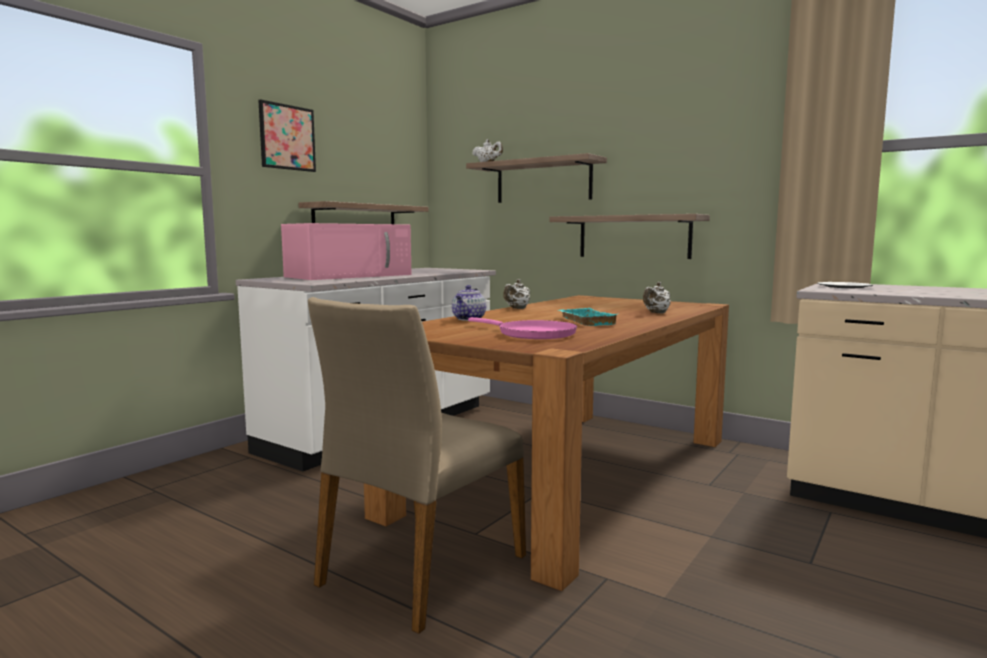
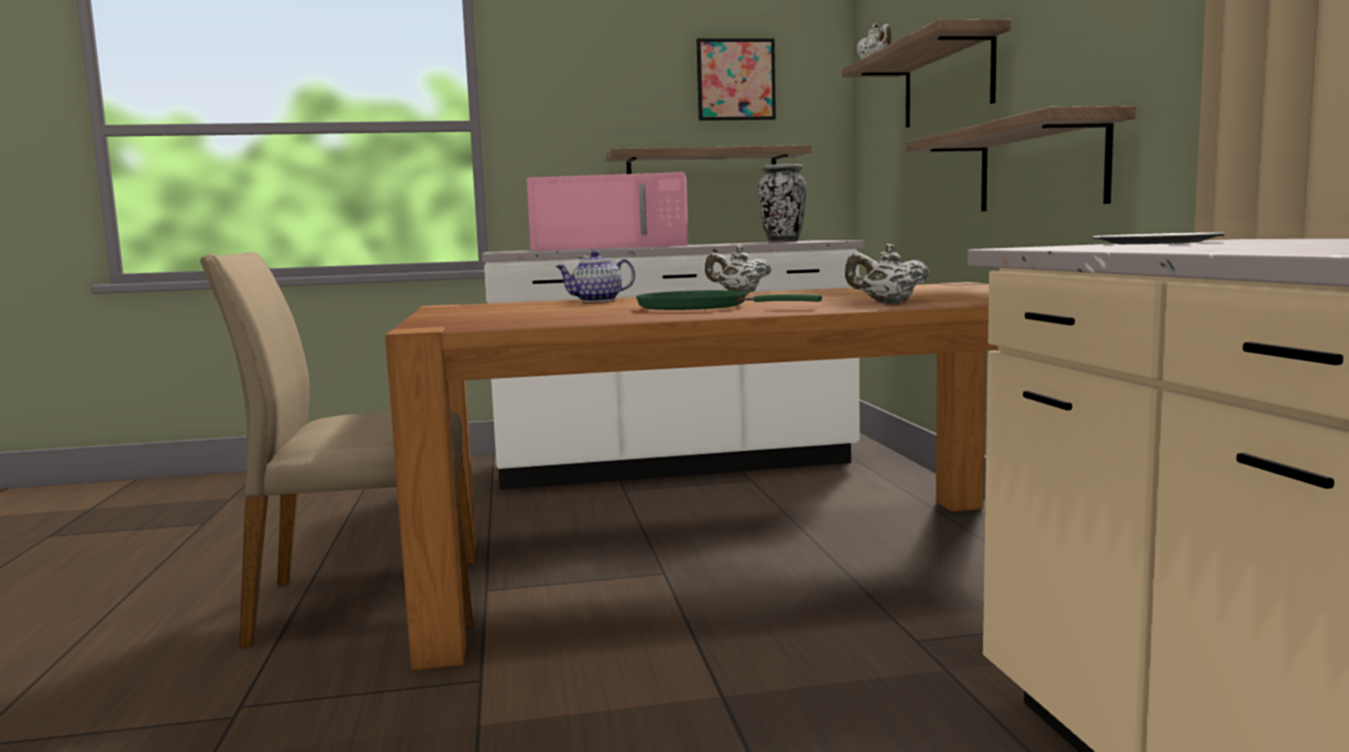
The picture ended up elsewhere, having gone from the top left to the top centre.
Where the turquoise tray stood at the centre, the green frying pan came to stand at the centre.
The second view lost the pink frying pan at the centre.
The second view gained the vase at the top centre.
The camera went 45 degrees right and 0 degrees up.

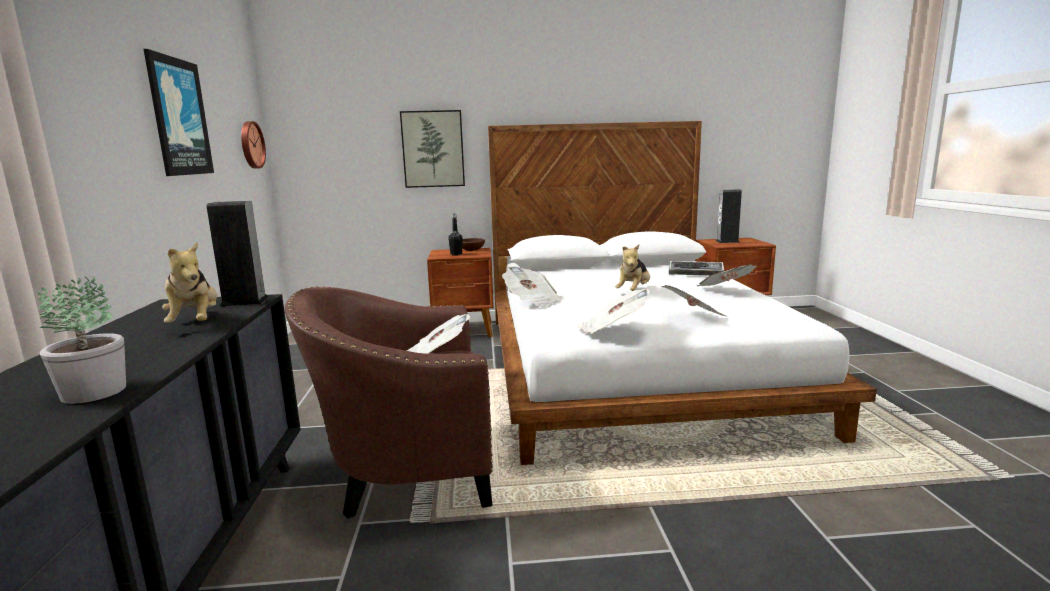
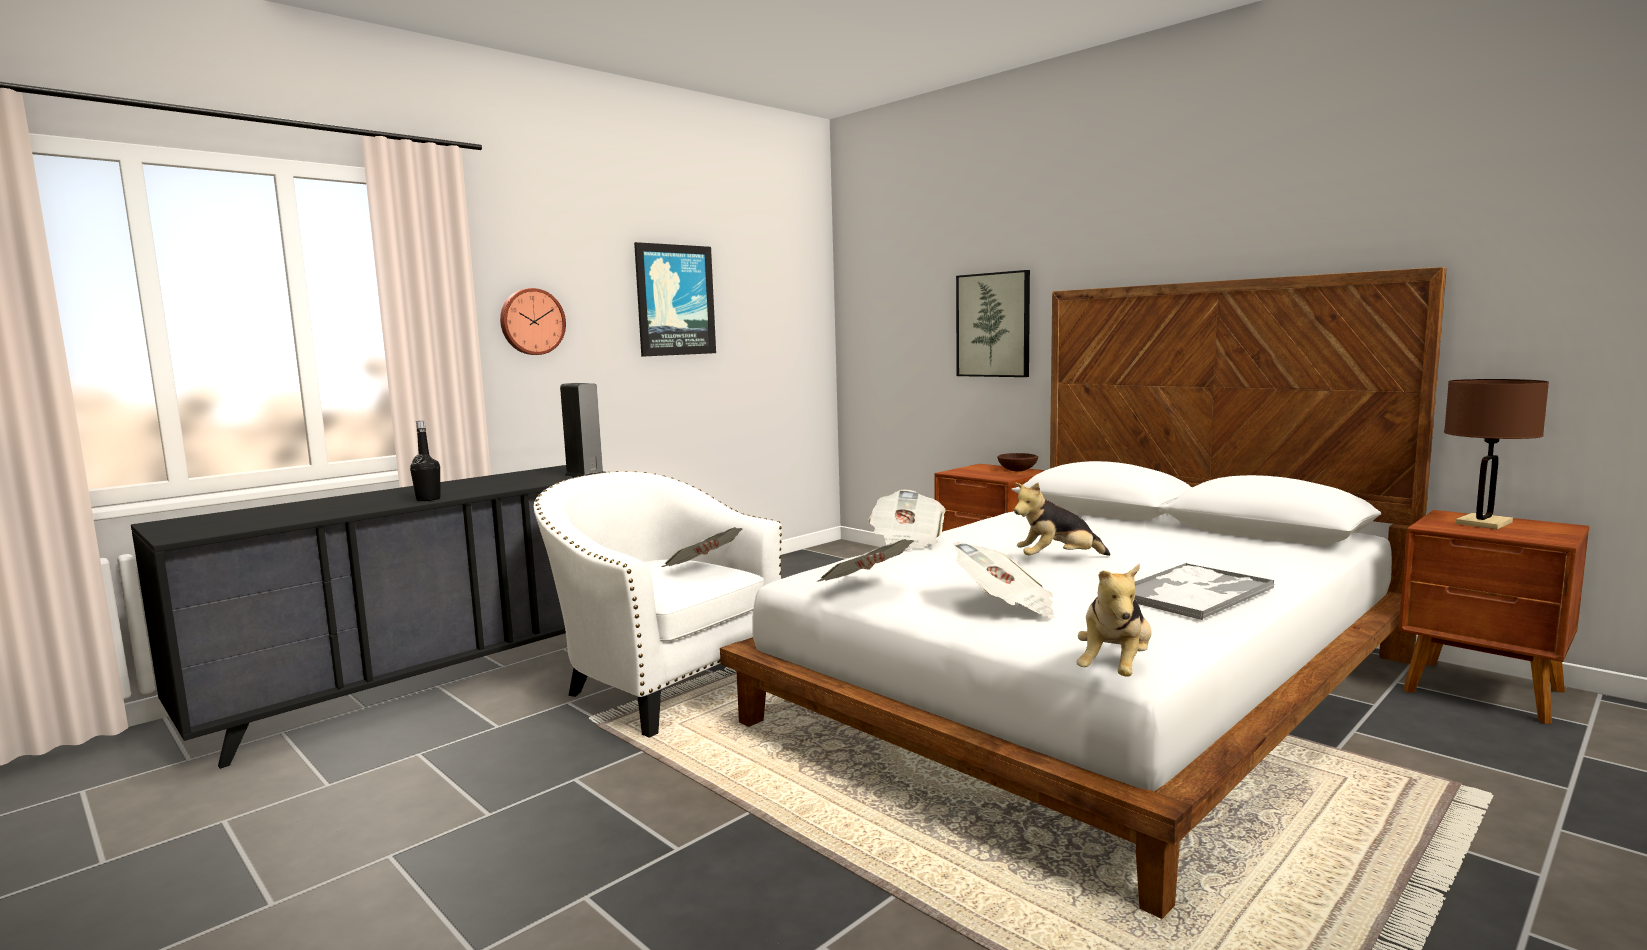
The wall clock ended up elsewhere, having gone from the top left to the middle left.
Where the speaker (2nd from left) stood at the middle right, the brown table lamp came to stand at the middle right.
The black bottle ended up elsewhere, having gone from the centre to the middle left.
The plush toy (1st from left in the first image) ended up elsewhere, having gone from the middle left to the middle right.
The second view lost the keyboard at the centre.
Where the newspaper (5th from left) stood at the middle right, the tray came to stand at the middle right.
The second view lost the potted plant at the middle left.
What was the brown armchair at the bottom centre turned into the white armchair at the centre.
The camera went 50 degrees right and 5 degrees down.

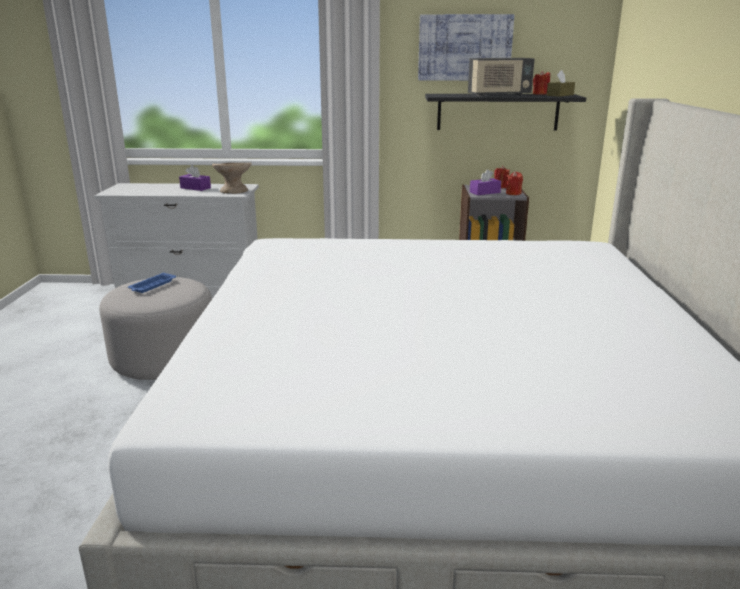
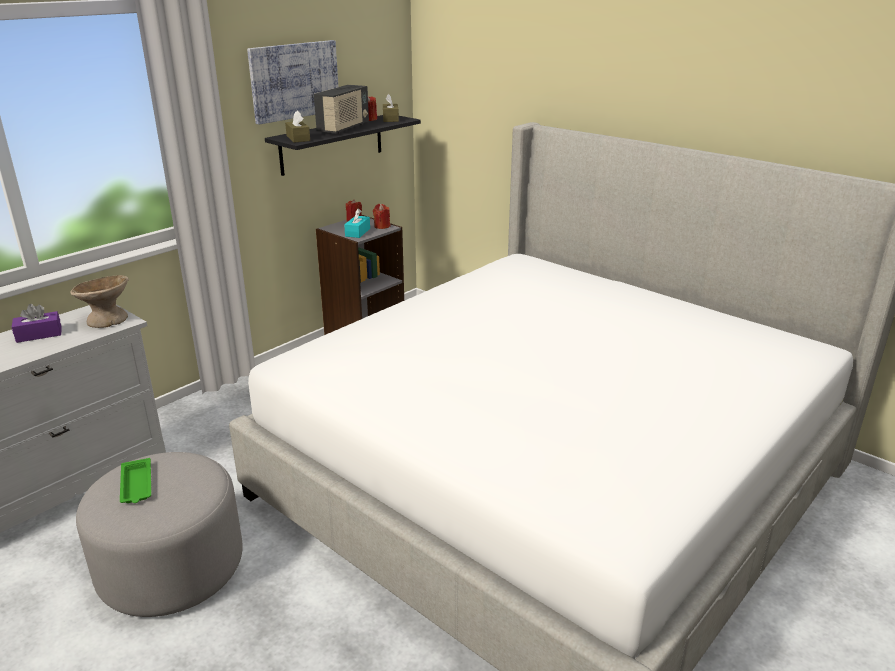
What was the purple tissue box (2nd from left) at the top centre turned into the turquoise tissue box at the top centre.
What was the blue tray at the middle left turned into the green tray at the bottom left.
The second view gained the brown tissue box (1st from left) at the top left.
The camera went 50 degrees left and 5 degrees up.

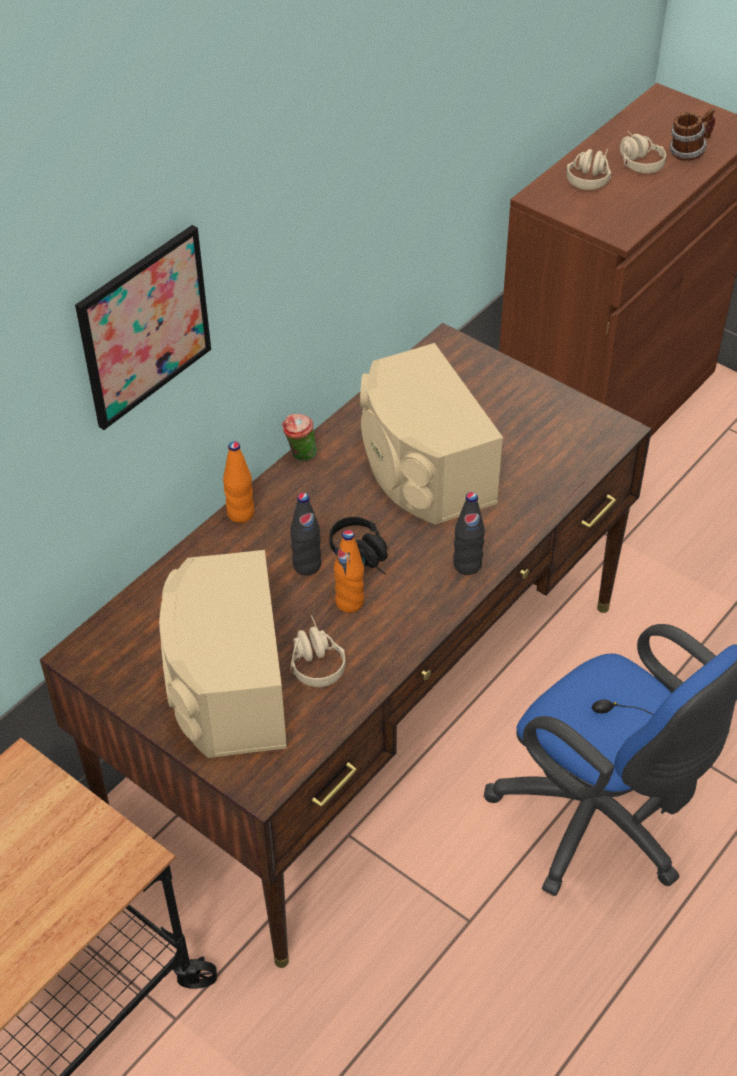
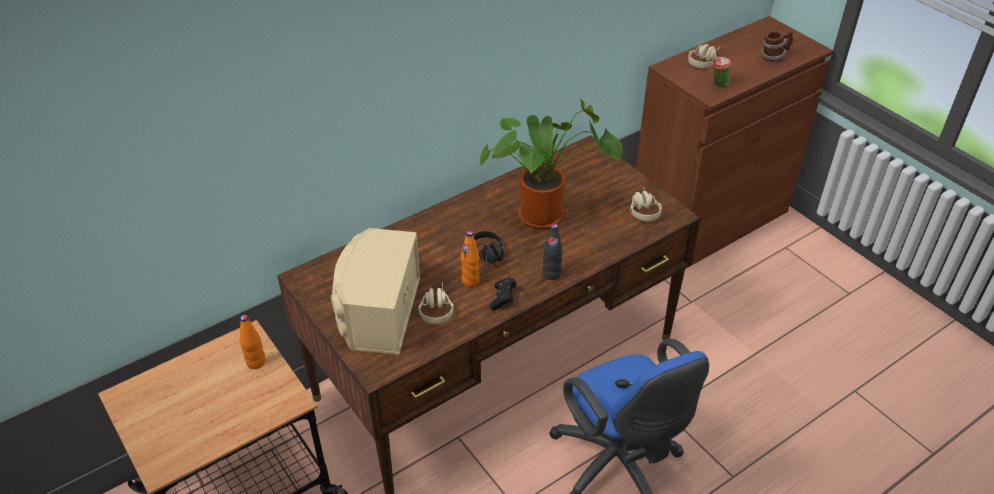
The beige headphones (3rd from left in the first image) ended up elsewhere, having gone from the top right to the centre.
The second view lost the picture at the top left.
Where the beige speaker (2nd from left) stood at the centre, the potted plant came to stand at the top centre.
The cup ended up elsewhere, having gone from the centre to the top right.
The orange bottle (1st from left) ended up elsewhere, having gone from the middle left to the bottom left.
The second view lost the black bottle (1st from left) at the centre.
The second view gained the black game controller at the centre.
The camera went 15 degrees right and 5 degrees down.

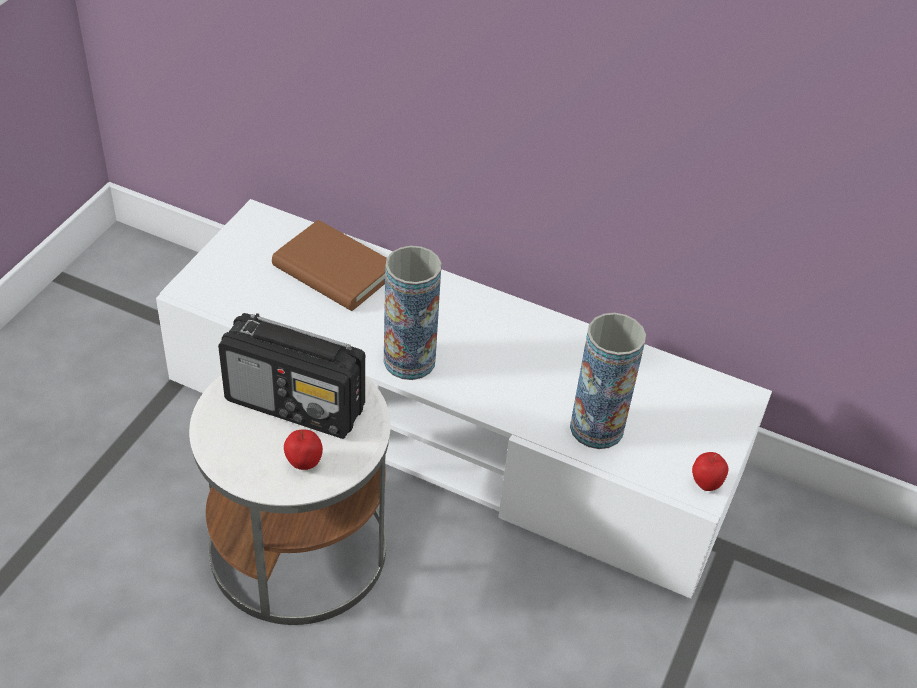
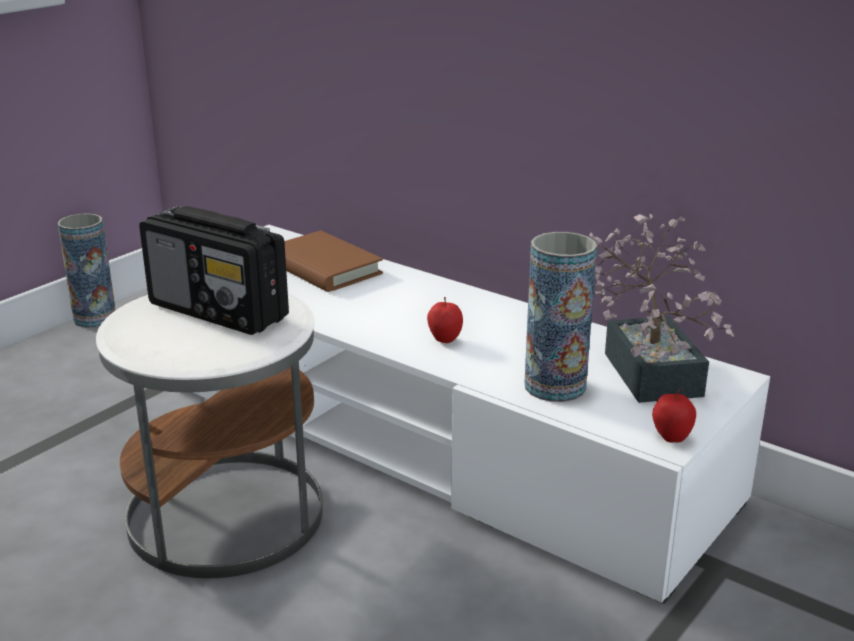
The vase (1st from left) ended up elsewhere, having gone from the centre to the middle left.
The apple (1st from left) ended up elsewhere, having gone from the middle left to the centre.
The second view gained the potted plant at the middle right.
The camera went 15 degrees right and 20 degrees down.

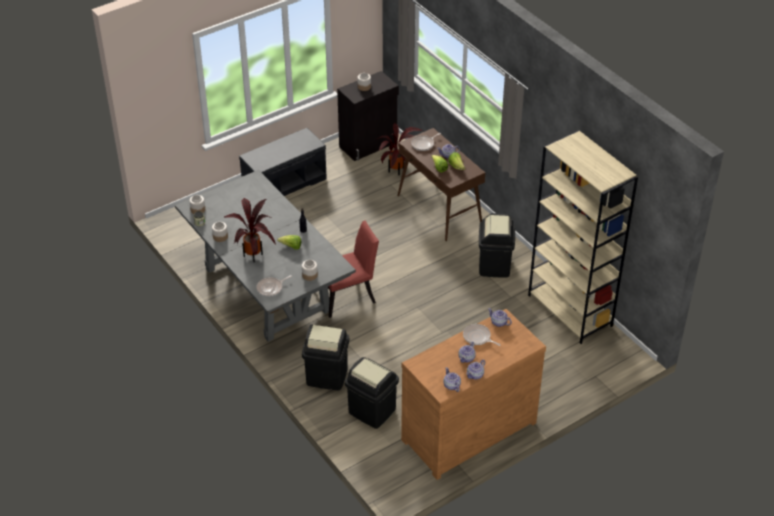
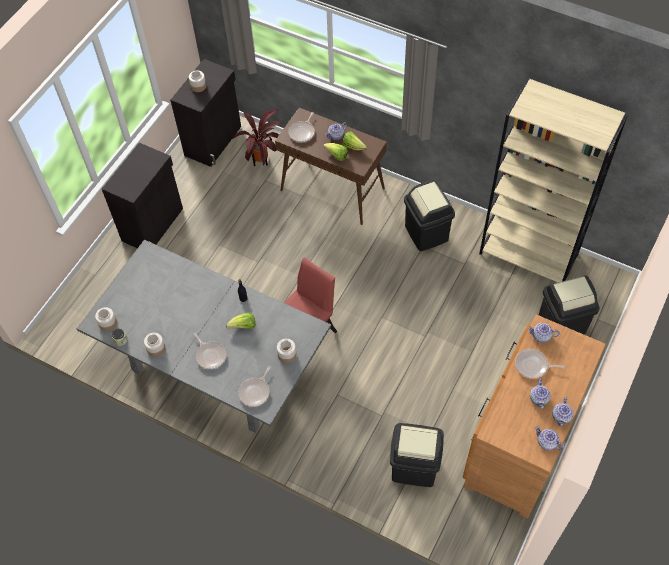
Where the grey bench stood at the top centre, the black cabinet (1st from left) came to stand at the middle left.
Where the potted plant (1st from left) stood at the middle left, the frying pan (1st from left) came to stand at the middle left.
The black trash can (1st from left in the first image) ended up elsewhere, having gone from the bottom centre to the middle right.
The camera went 25 degrees left and 15 degrees up.

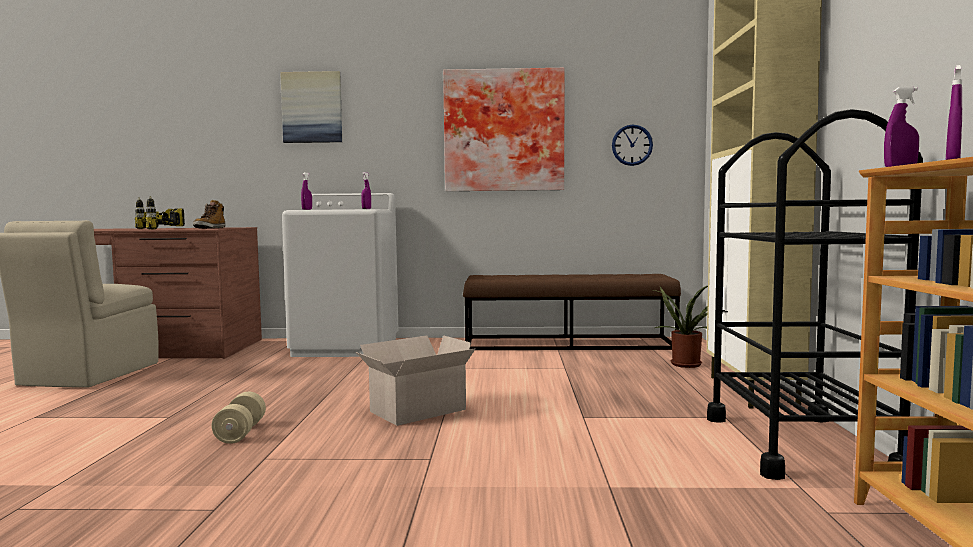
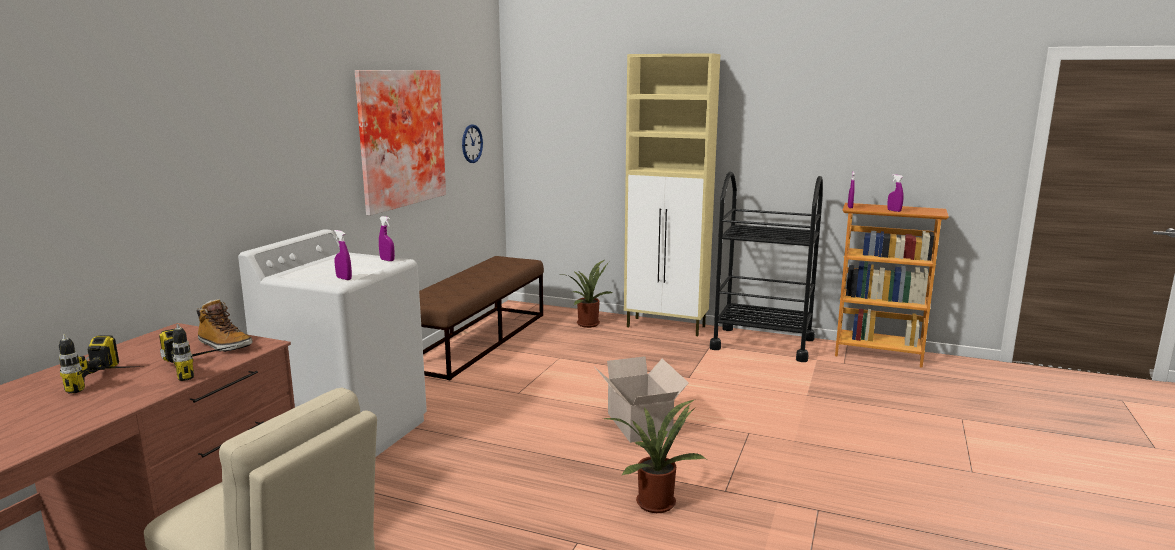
The second view lost the picture (1st from left) at the top left.
Where the beige dumbbell stood at the bottom left, the potted plant (2nd from left) came to stand at the bottom centre.
The camera went 70 degrees left and 10 degrees up.

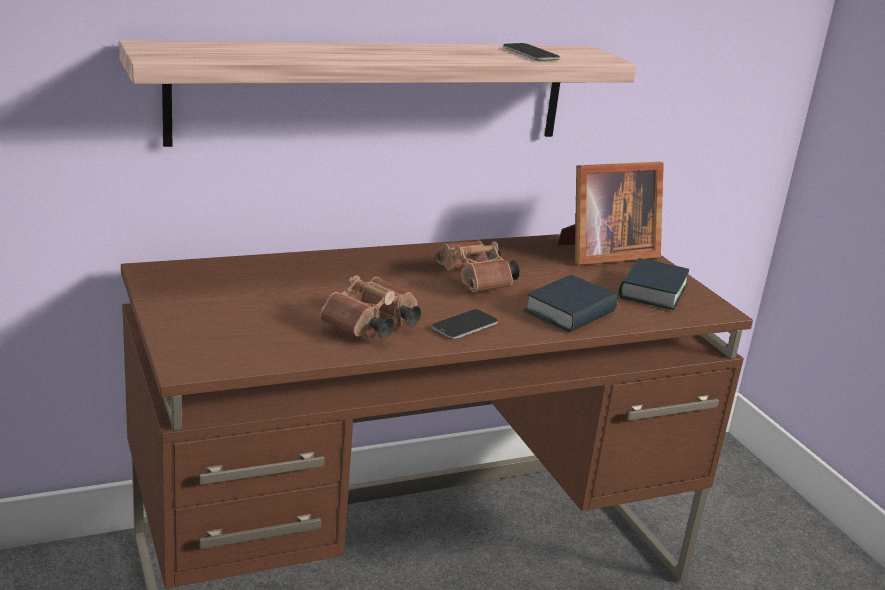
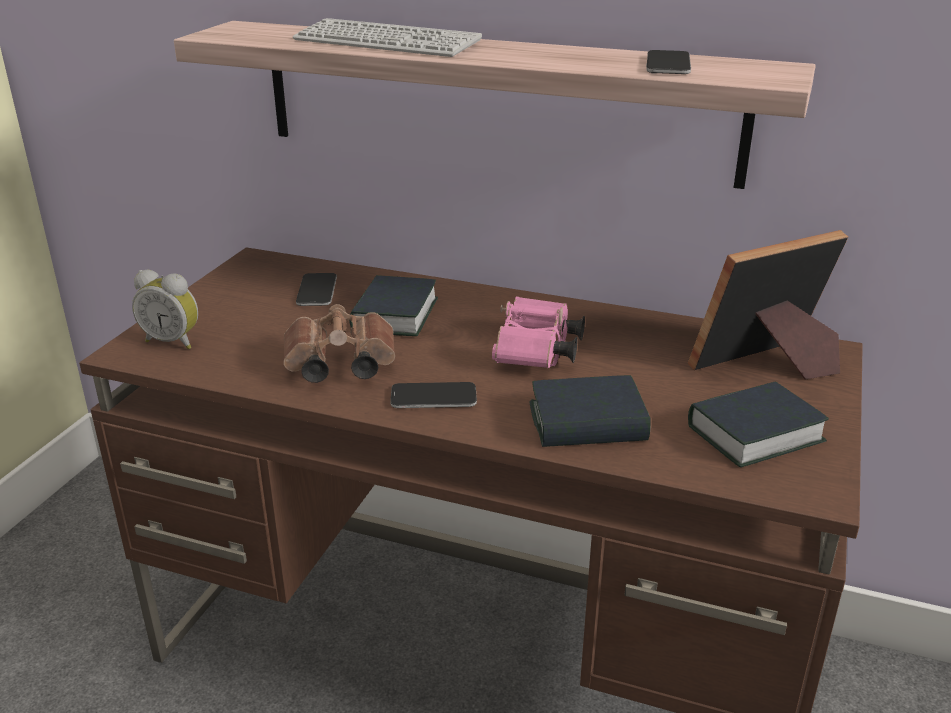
The picture frame at the middle right ended up facing another way, 135 degrees clockwise from before.
What was the brown binoculars (2nd from left) at the centre turned into the pink binoculars at the centre.
The second view gained the keyboard at the top centre.
The second view gained the alarm clock at the middle left.
The second view gained the phone (1st from left) at the middle left.
The second view gained the book (1st from left) at the centre.
The camera went 45 degrees right and 5 degrees up.

